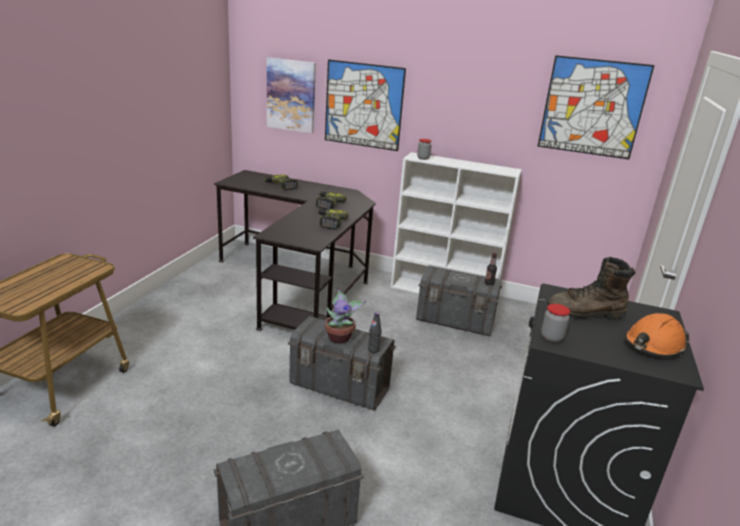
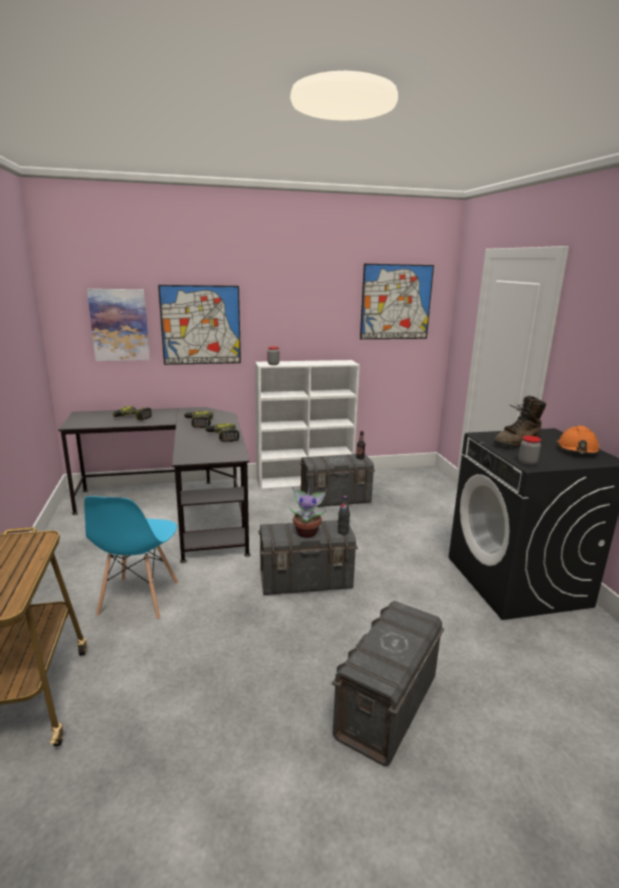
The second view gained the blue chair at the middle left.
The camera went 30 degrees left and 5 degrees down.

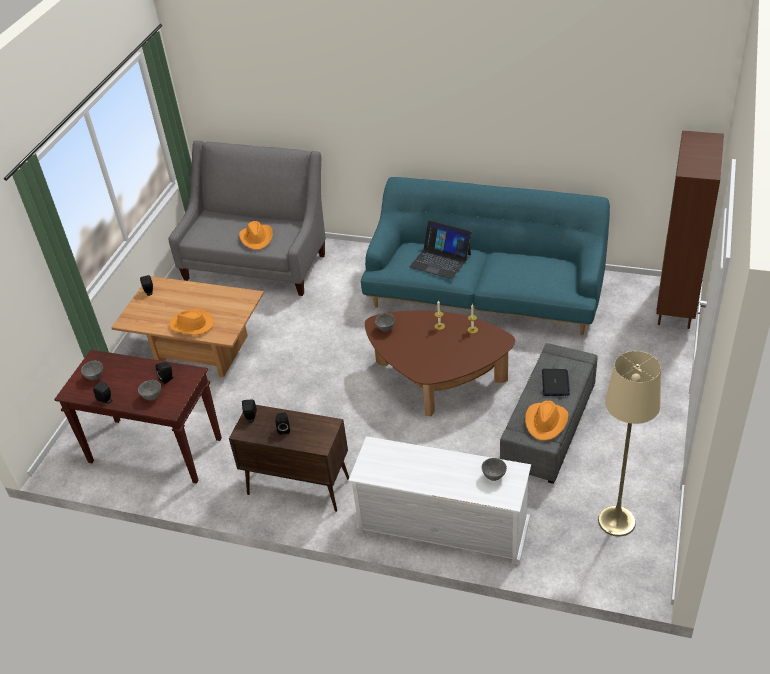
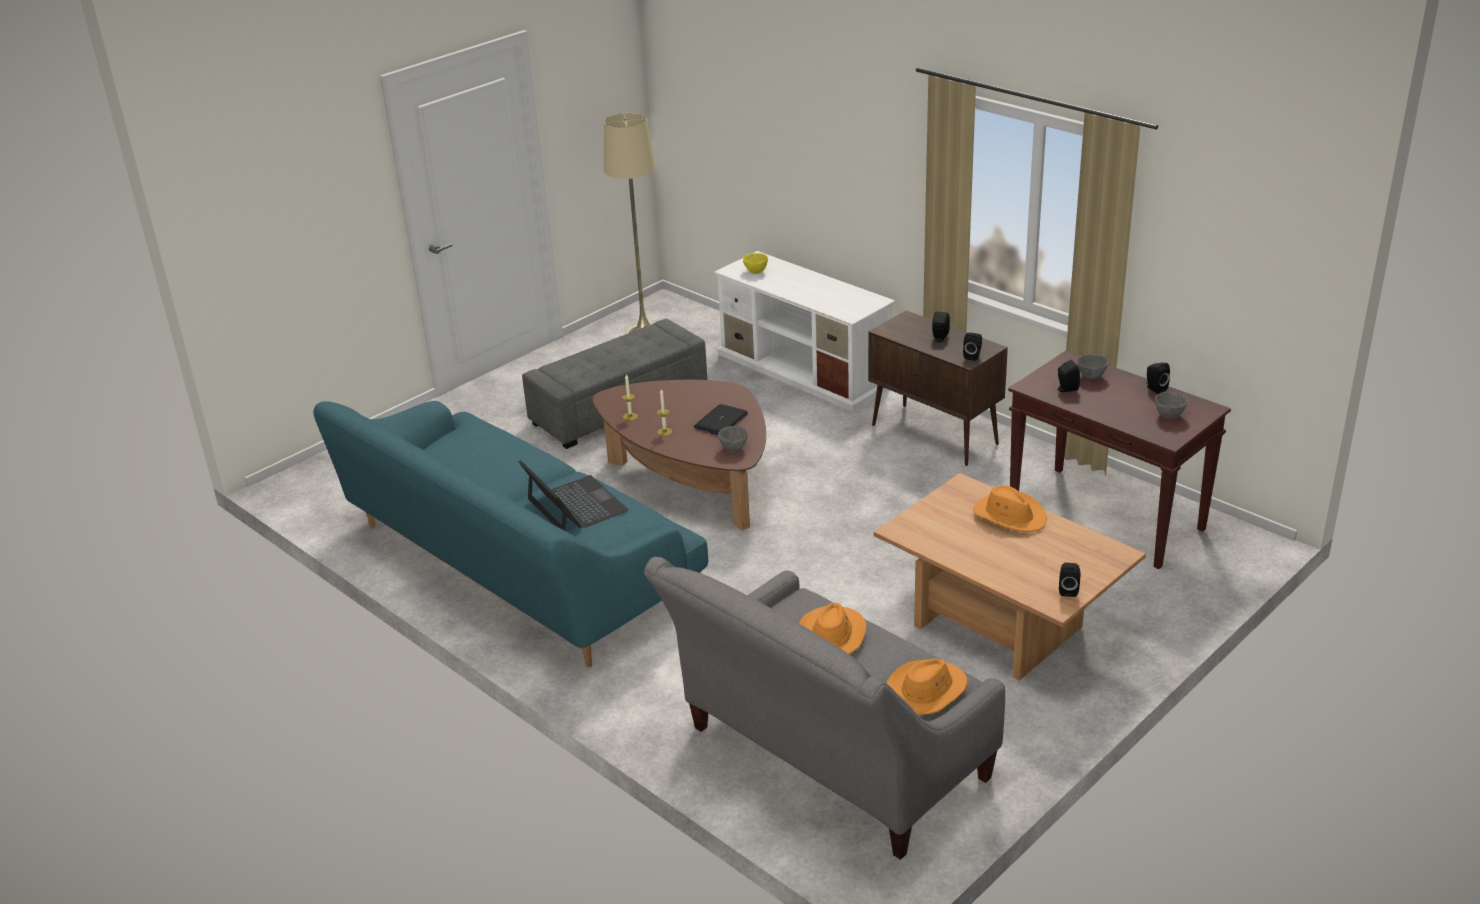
The second view lost the brown bookcase at the middle right.
The laptop (2nd from left) ended up elsewhere, having gone from the middle right to the centre.
The orange hat (3rd from left in the first image) ended up elsewhere, having gone from the middle right to the bottom centre.
What was the grey bowl (4th from left) at the bottom centre turned into the yellow bowl at the top centre.
The camera went 155 degrees left and 10 degrees down.

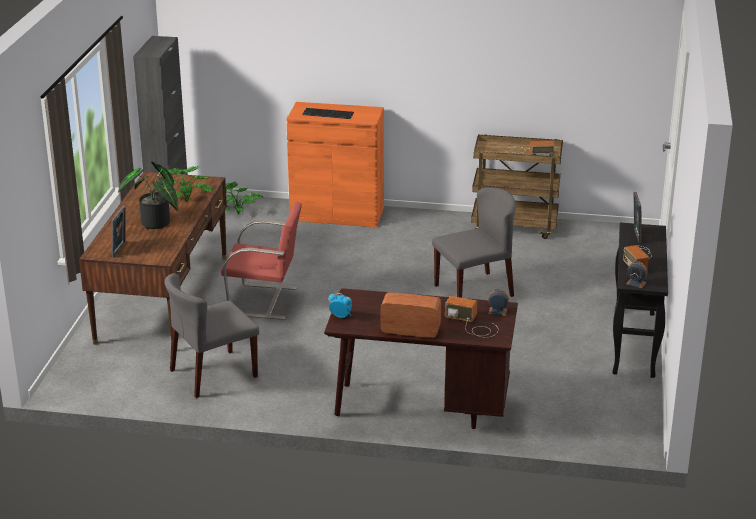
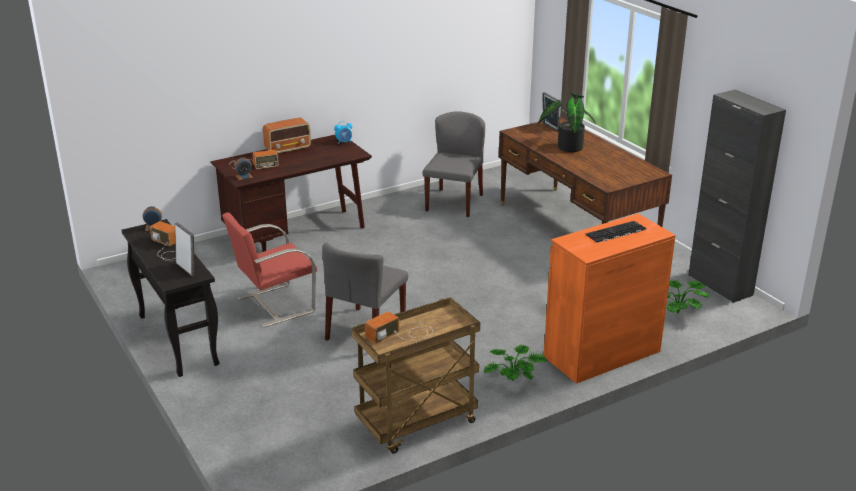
The potted plant (2nd from left in the first image) ended up elsewhere, having gone from the middle left to the bottom centre.
The red chair ended up elsewhere, having gone from the centre to the middle left.
The camera went 140 degrees right and 0 degrees up.

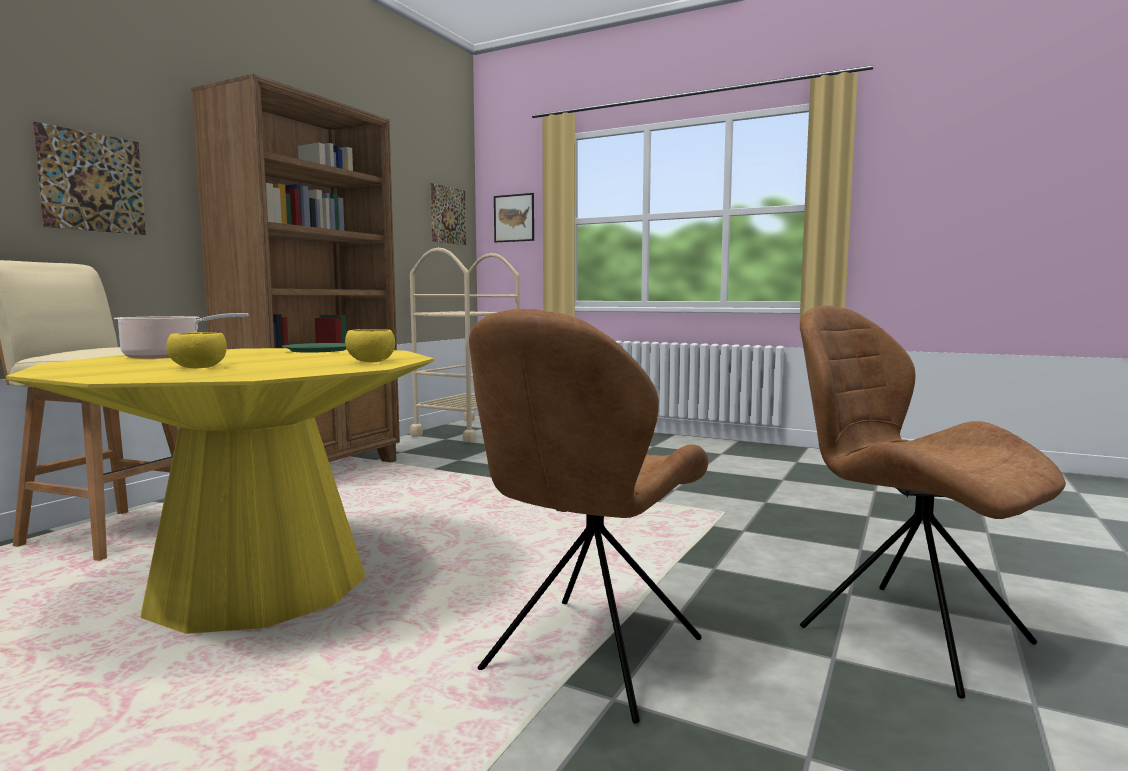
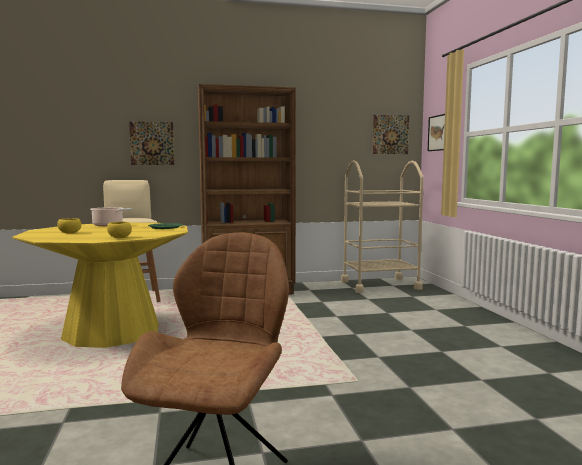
The second view lost the brown chair (1st from left) at the bottom centre.
The camera went 50 degrees right and 0 degrees up.

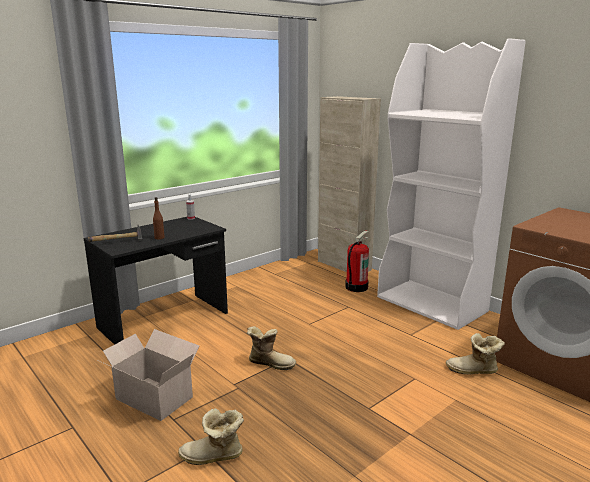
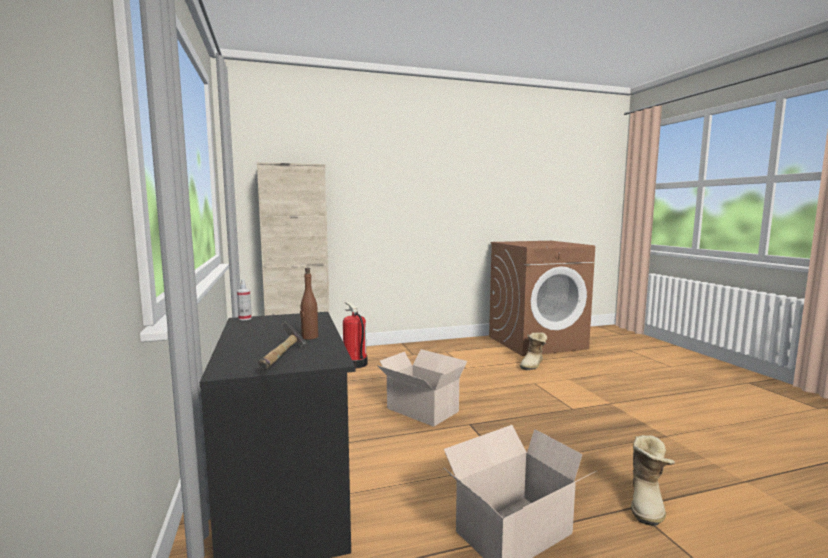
The second view lost the white bookcase at the middle right.
The second view lost the boot (2nd from left) at the bottom centre.
The second view gained the cardboard box (1st from left) at the bottom centre.
The camera went 65 degrees left and 10 degrees down.

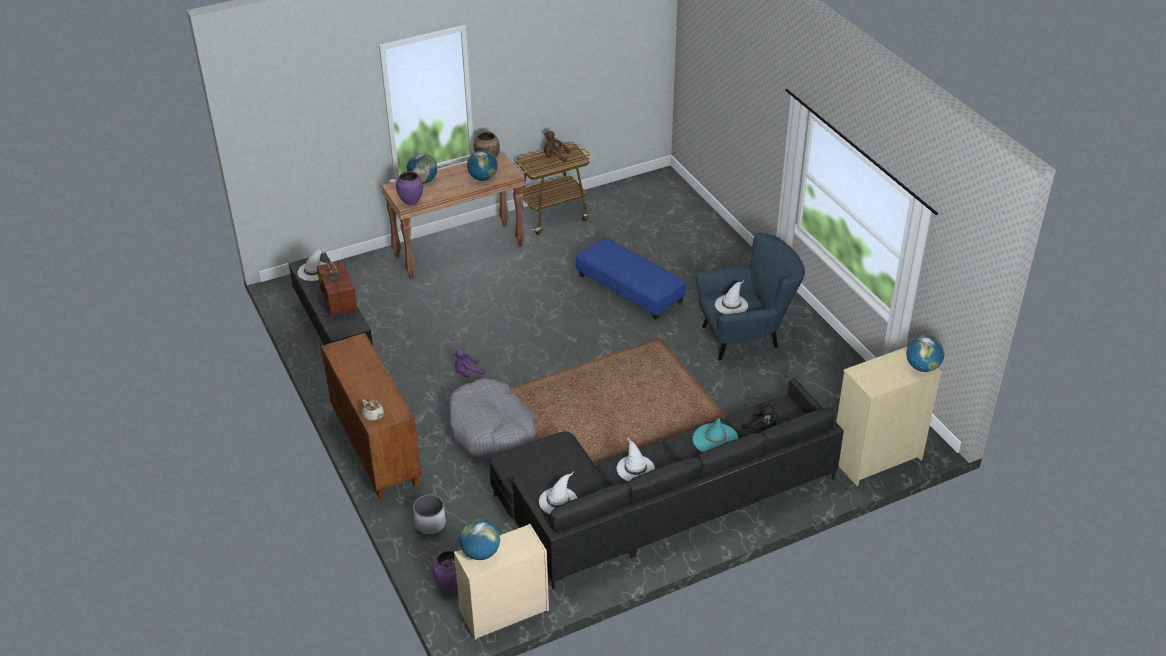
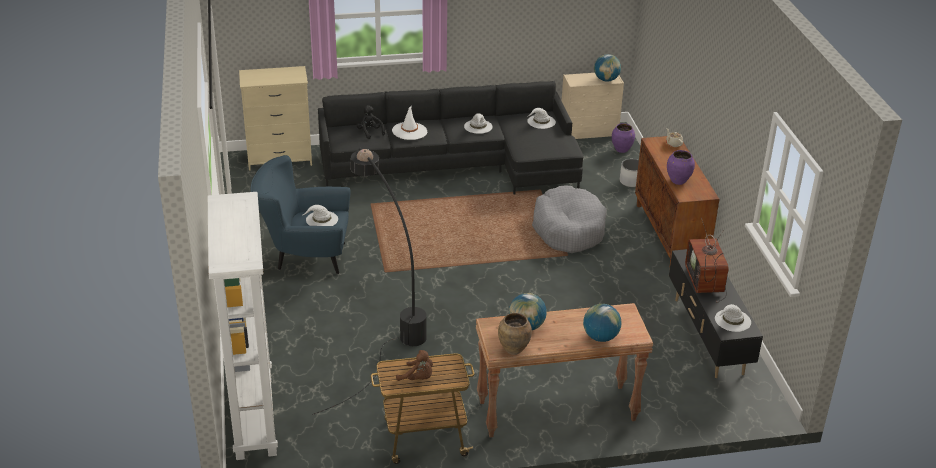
The purple vase (1st from left in the first image) ended up elsewhere, having gone from the top centre to the middle right.
Where the blue ottoman stood at the centre, the black floor lamp came to stand at the centre.
The second view lost the globe (4th from left) at the middle right.
The second view lost the purple plush toy at the centre.
What was the turquoise hat at the centre turned into the white hat (2nd from left) at the top centre.
The second view gained the white bookcase at the bottom left.
The camera went 165 degrees left and 5 degrees down.

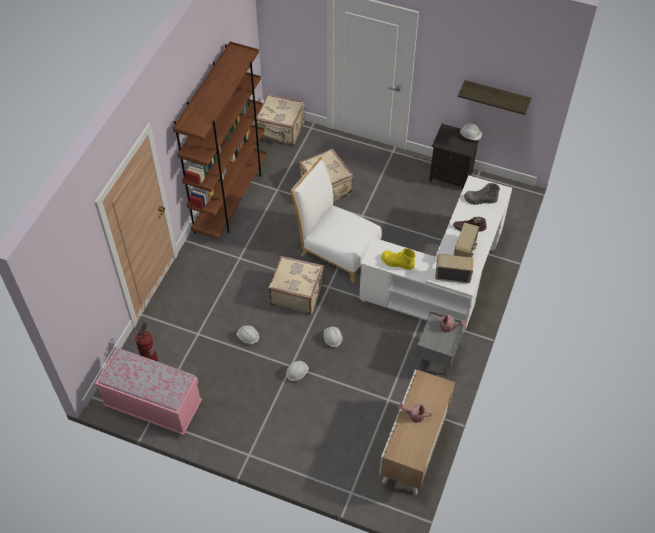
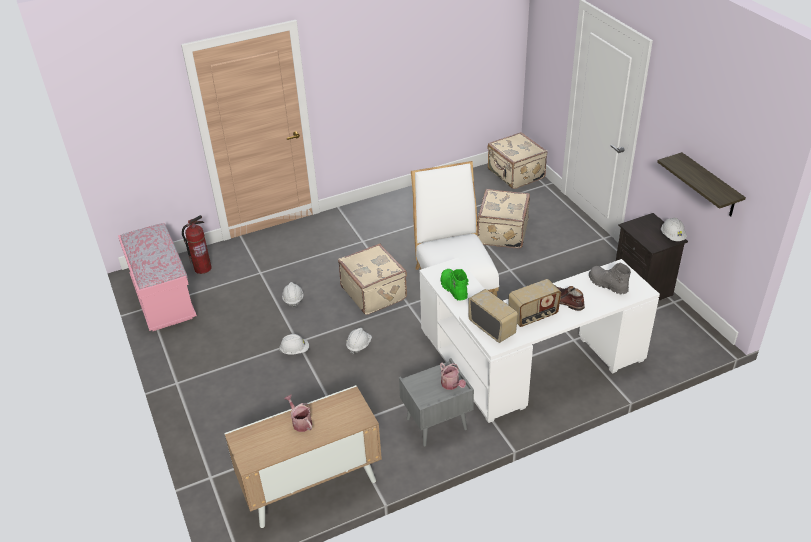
The second view lost the brown bookcase at the top centre.
What was the yellow boot at the centre turned into the green boot at the centre.
The camera went 45 degrees right and 15 degrees down.

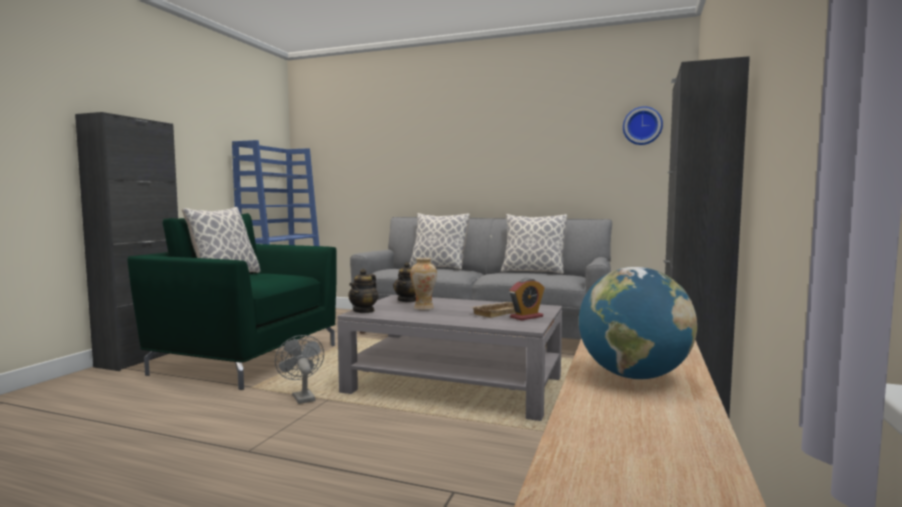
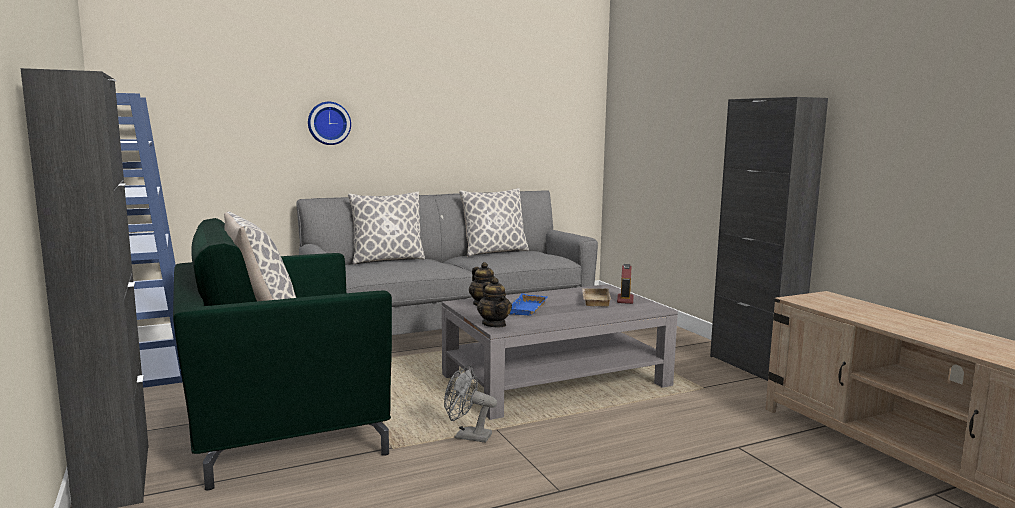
The wall clock ended up elsewhere, having gone from the top right to the top left.
Where the vase stood at the centre, the blue tray came to stand at the centre.
The second view lost the globe at the middle right.
The camera went 45 degrees left and 5 degrees up.

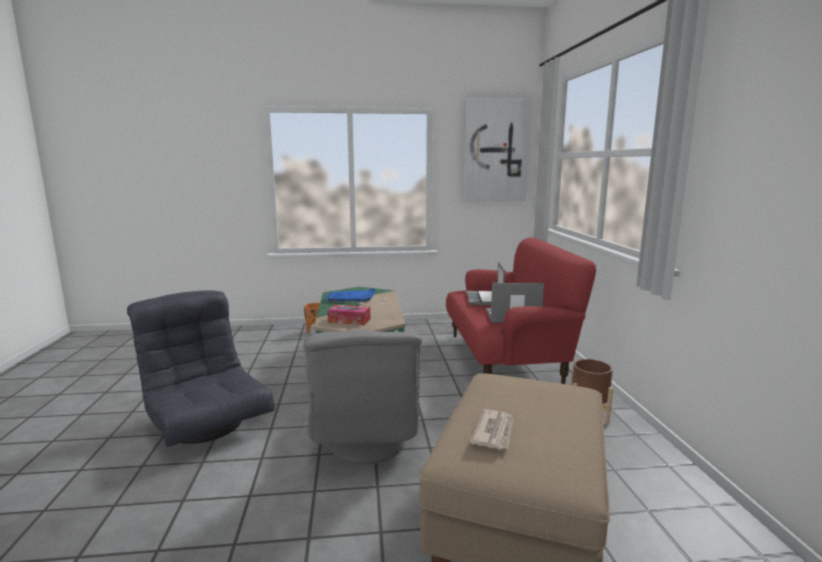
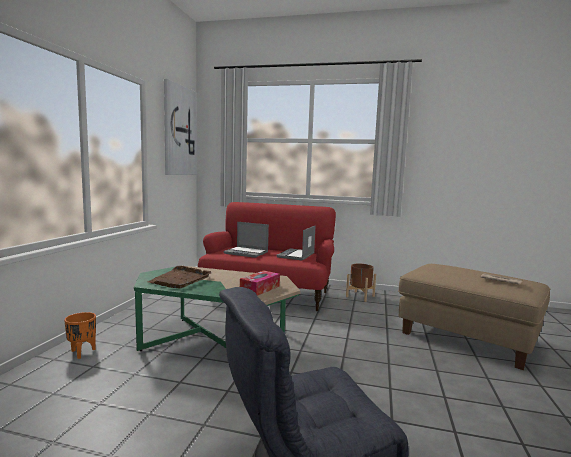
What was the blue tray at the centre turned into the brown tray at the middle left.
The second view lost the grey armchair (2nd from left) at the bottom centre.
The camera went 70 degrees left and 5 degrees down.

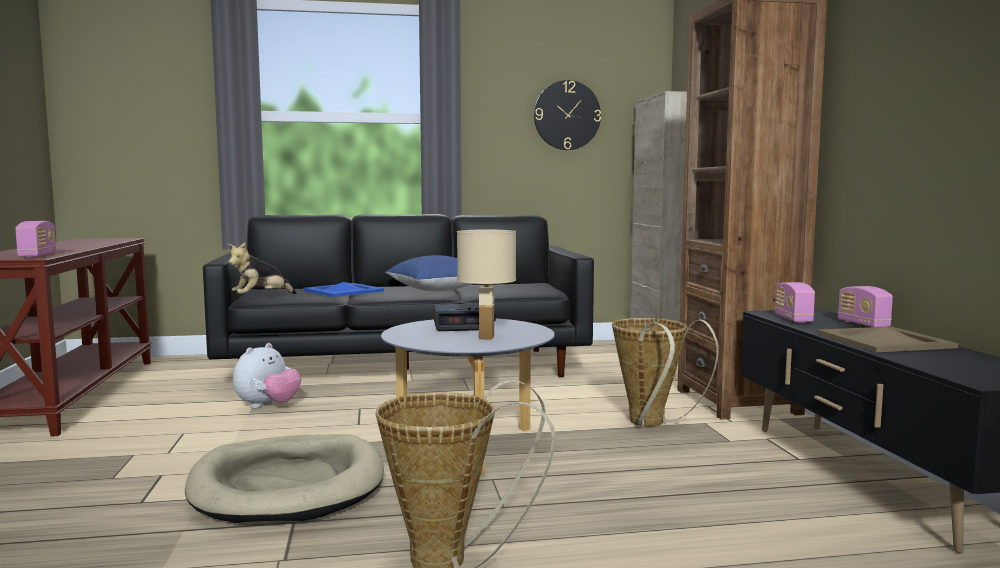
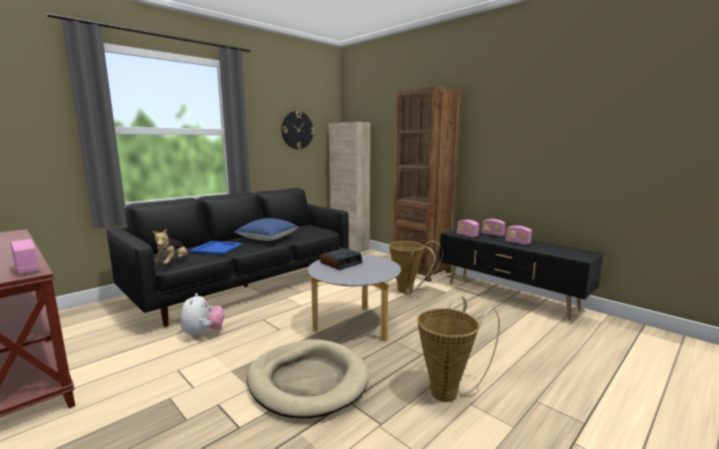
The second view lost the beige table lamp at the centre.
Where the beige tray stood at the middle right, the radio (4th from left) came to stand at the middle right.
The camera went 35 degrees left and 5 degrees up.

